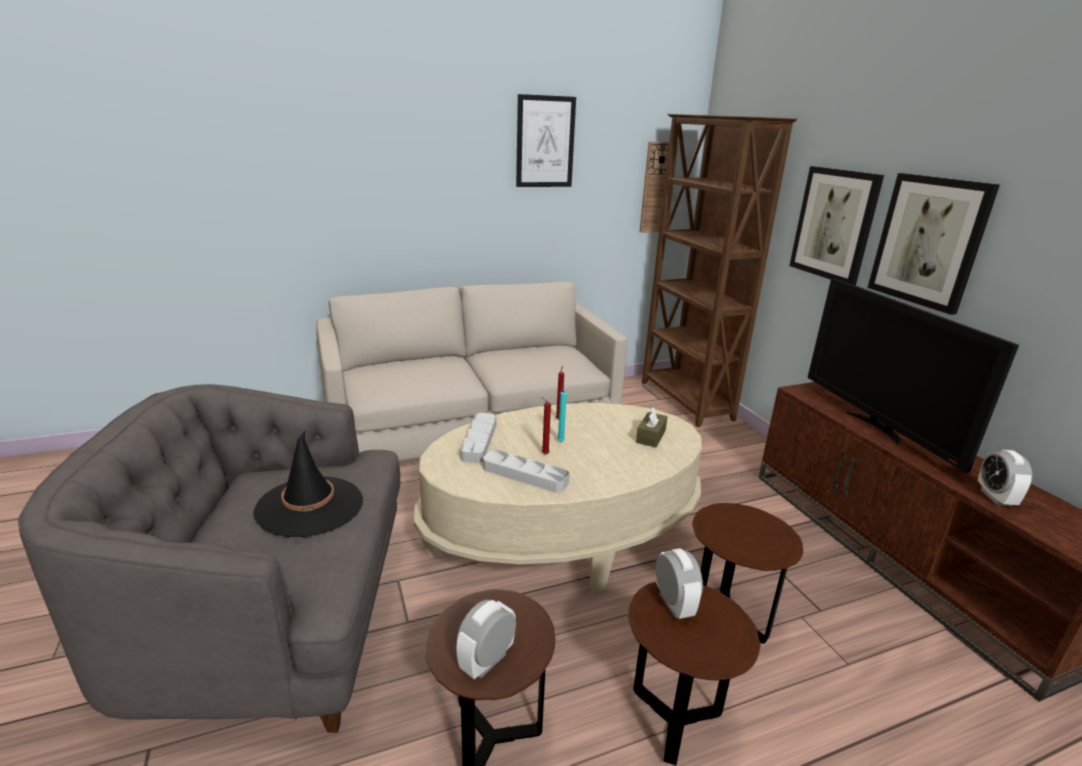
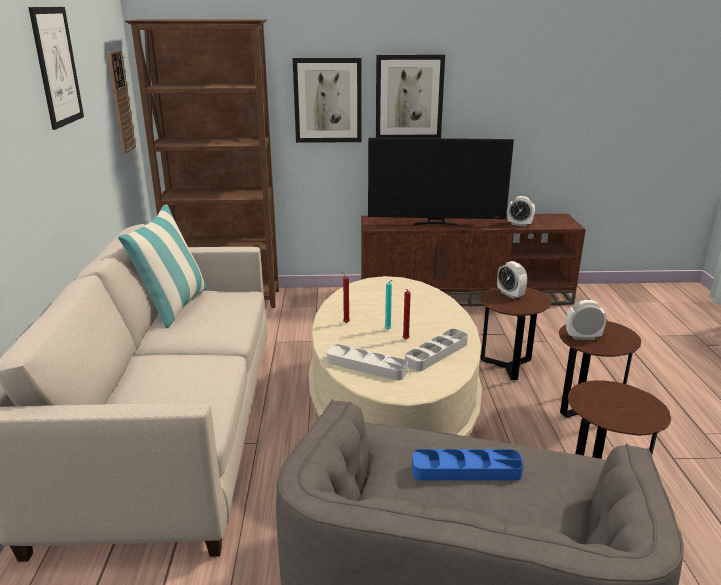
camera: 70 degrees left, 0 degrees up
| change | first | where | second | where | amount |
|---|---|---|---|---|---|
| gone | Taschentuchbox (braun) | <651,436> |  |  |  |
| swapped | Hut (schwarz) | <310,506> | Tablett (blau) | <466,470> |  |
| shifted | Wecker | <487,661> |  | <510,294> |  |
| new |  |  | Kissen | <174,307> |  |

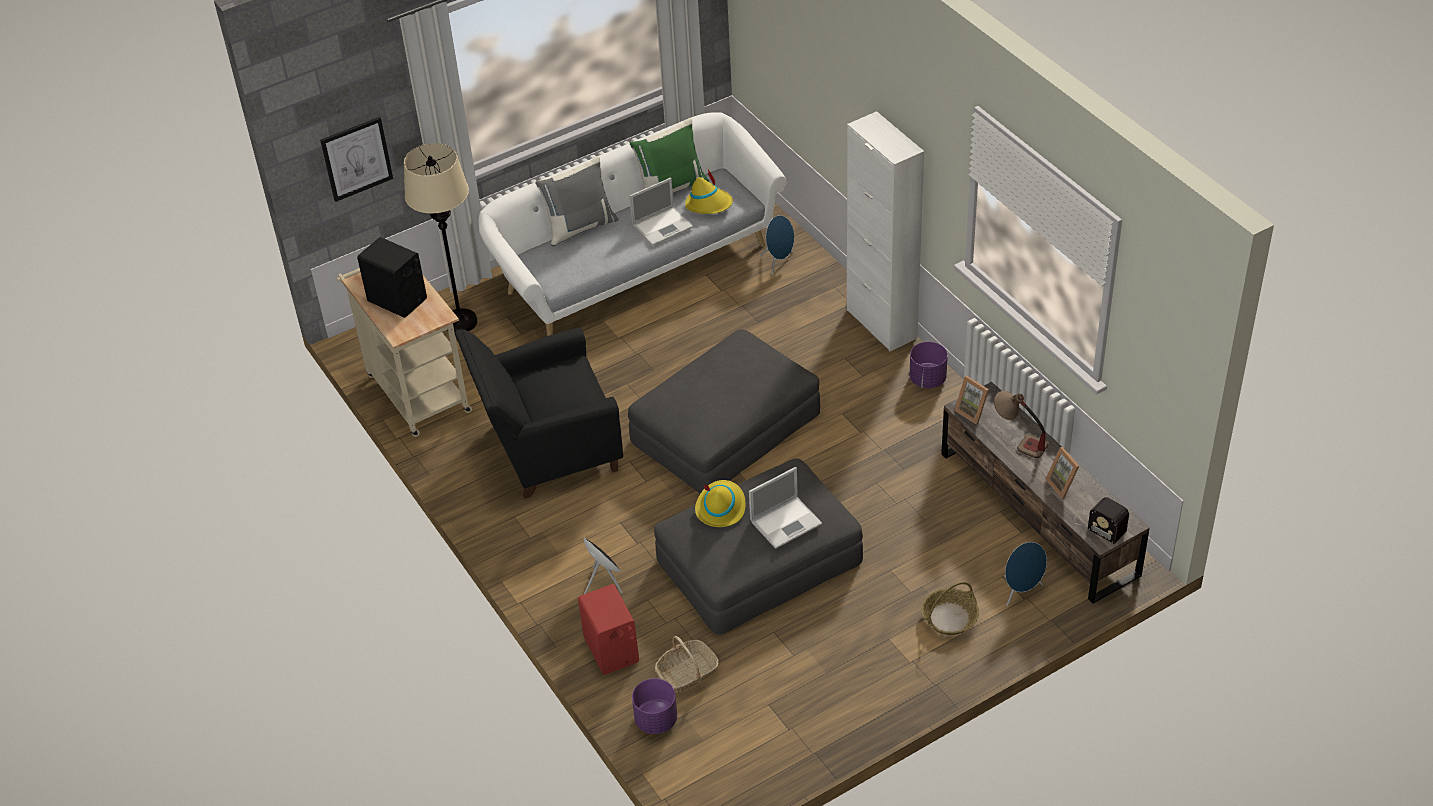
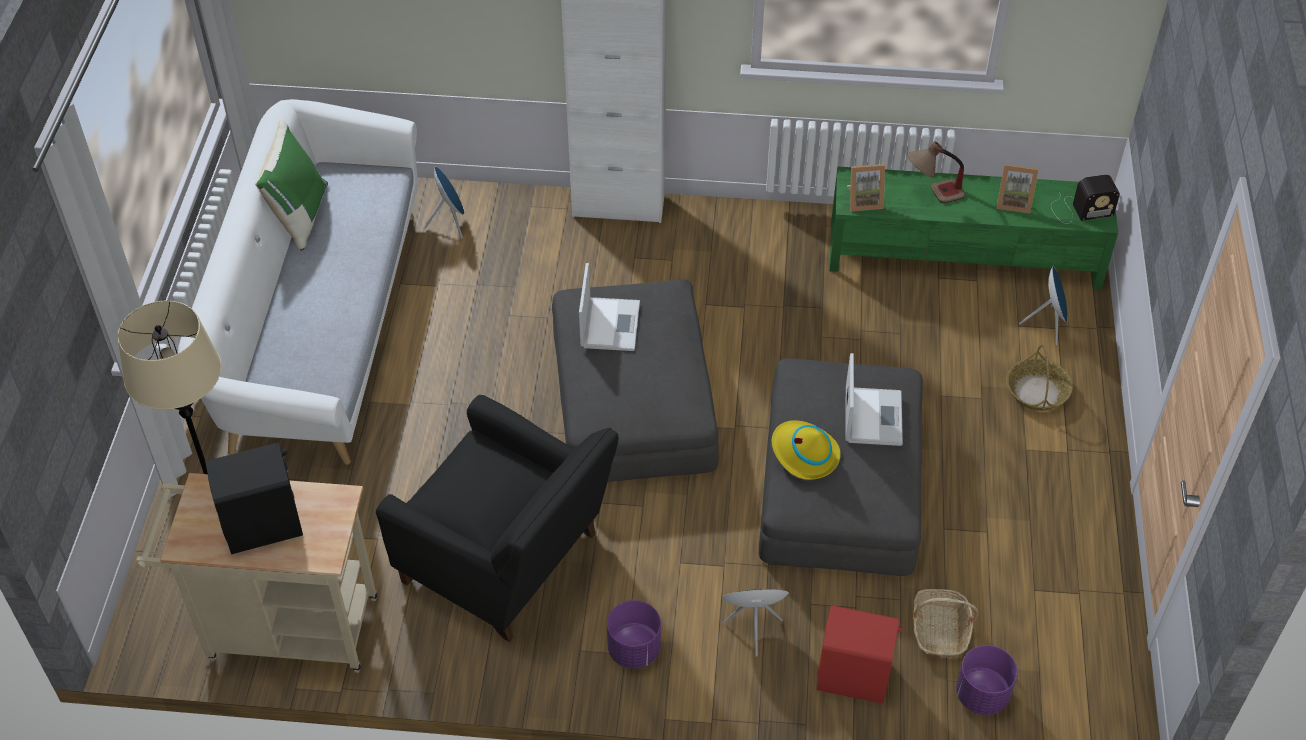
camera: 55 degrees left, 5 degrees up
| change | first | where | second | where | amount |
|---|---|---|---|---|---|
| gone | Bild | <356,158> |  |  |  |
| gone | Kissen (grau) | <579,227> |  |  |  |
| gone | Hut (gelb) | <709,204> |  |  |  |
| shifted | Laptop | <663,226> |  | <610,323> |  |
| rotated | Sessel (schwarz) | <547,449> |  | <509,562> | 75 degrees counterclockwise |
| shifted | Pflanzkübel (lila) | <928,379> |  | <634,649> |  |
| repainted | Fernsehschrank (braun) | <1038,514> | Fernsehschrank (grün) | <965,256> |  |

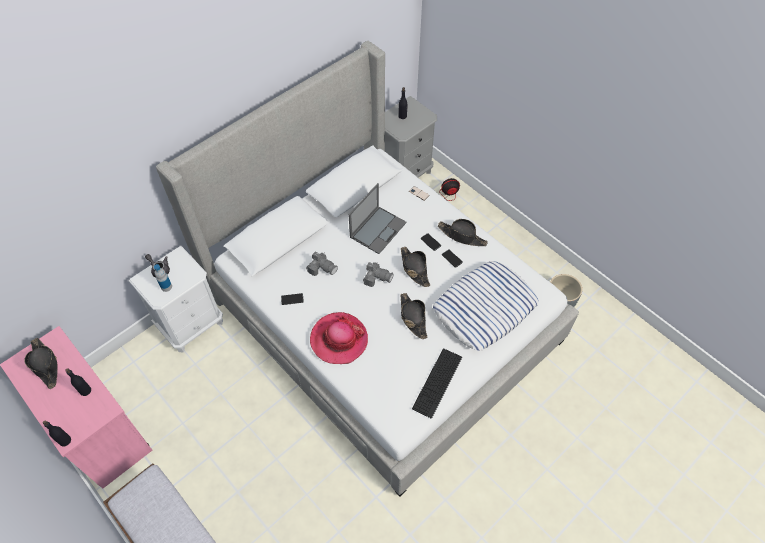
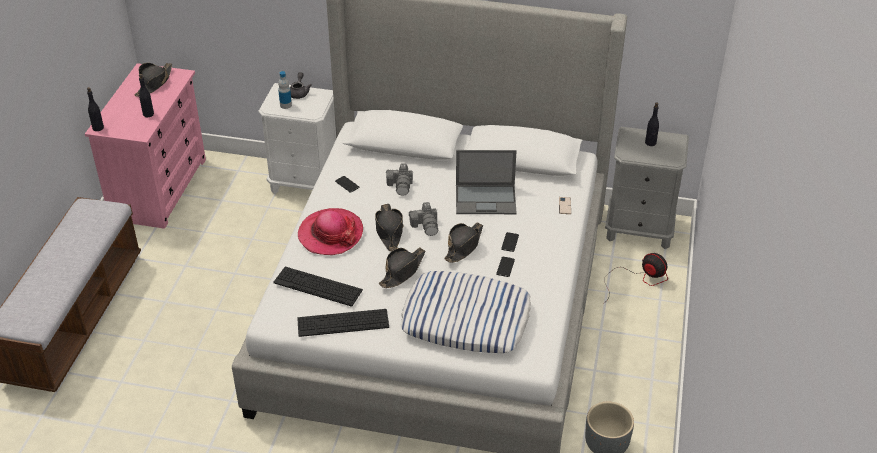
camera: 55 degrees right, 15 degrees down
| change | first | where | second | where | amount |
|---|---|---|---|---|---|
| shifted | Hut (schwarz) | <462,236> |  | <389,231> |  |
| new |  |  | Tastatur | <318,286> |  |

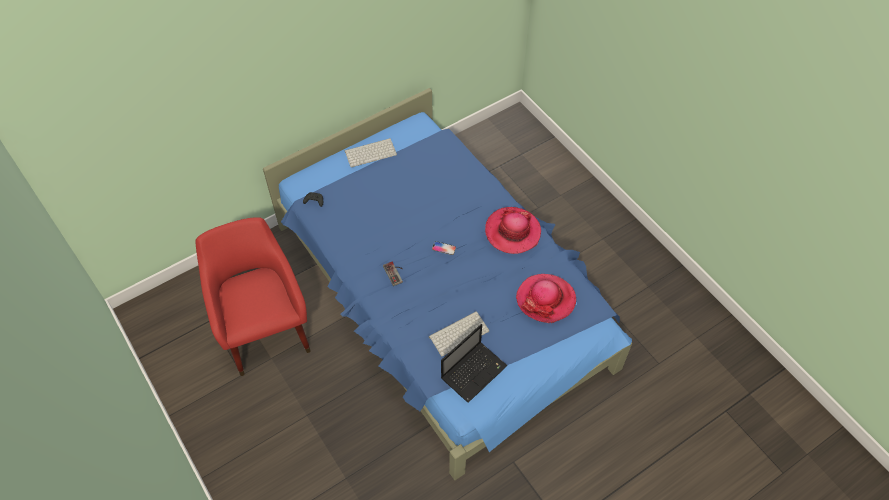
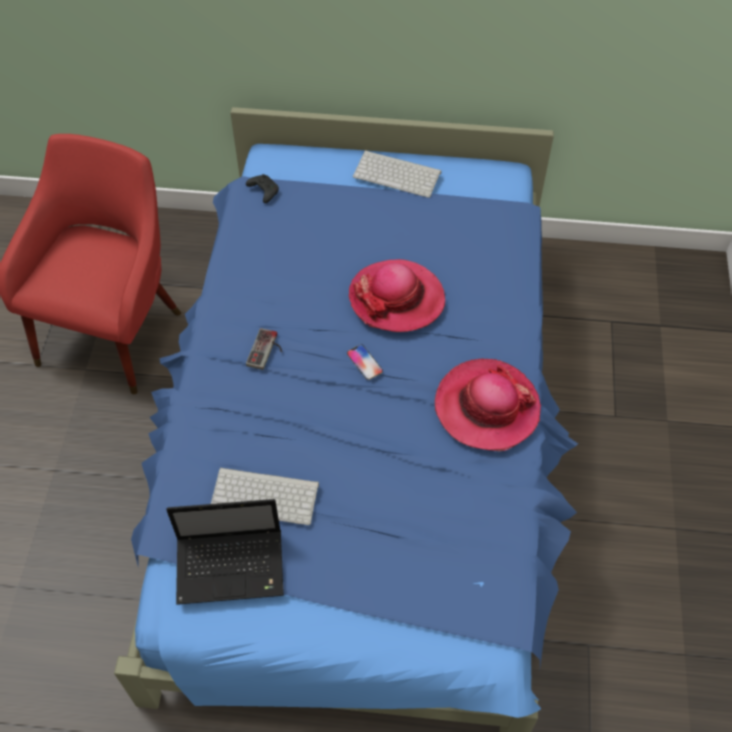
camera: 40 degrees right, 0 degrees up
| change | first | where | second | where | amount |
|---|---|---|---|---|---|
| shifted | Hut | <546,299> |  | <396,299> |  |

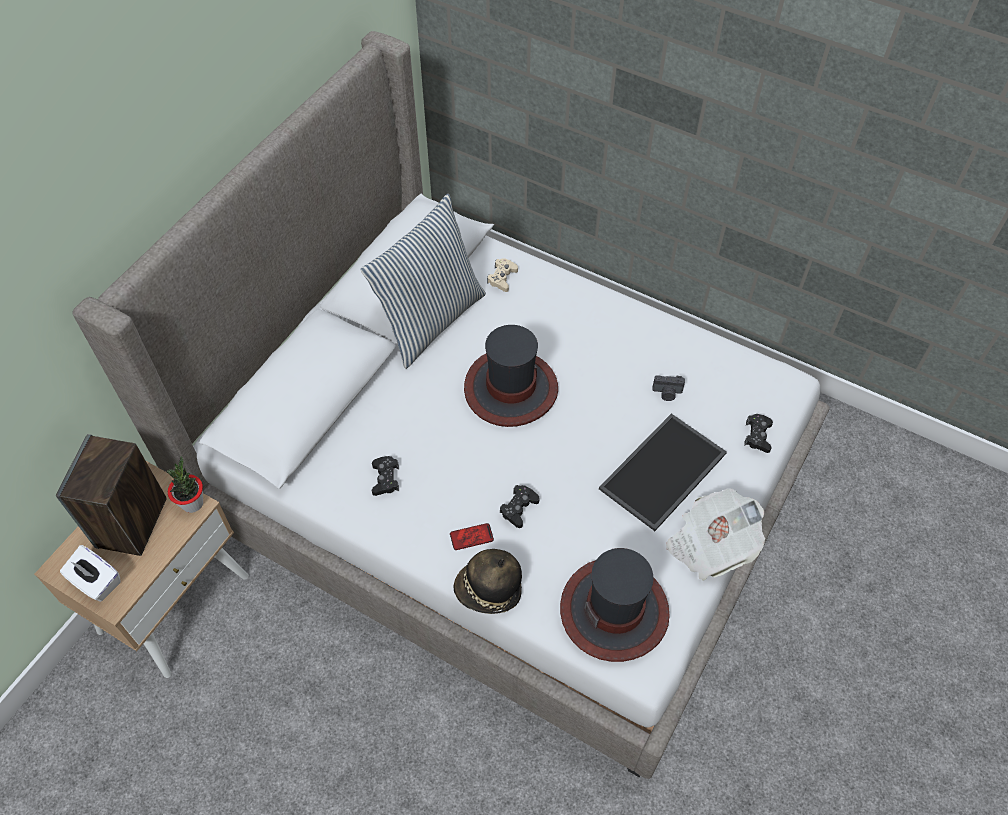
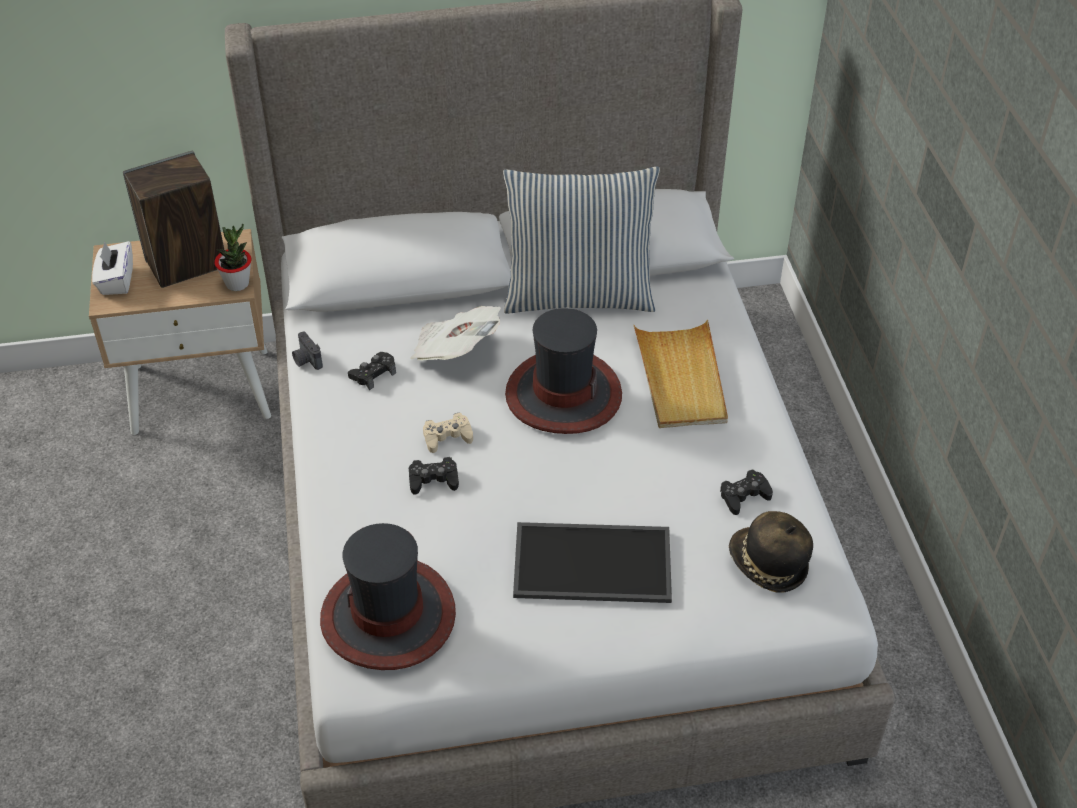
camera: 50 degrees right, 10 degrees down
| change | first | where | second | where | amount |
|---|---|---|---|---|---|
| shifted | Gamepad (beige) | <502,278> |  | <447,437> |  |
| shifted | Kamera | <667,393> |  | <306,360> |  |
| shifted | Gamepad (schwarz) | <757,436> |  | <744,496> |  |
| shifted | Zeitung | <711,544> |  | <455,351> |  |
| gone | Handy | <471,537> |  |  |  |
| shifted | Hut | <488,590> |  | <767,565> |  |
| new |  |  | Tablett (beige) | <681,378> |  |

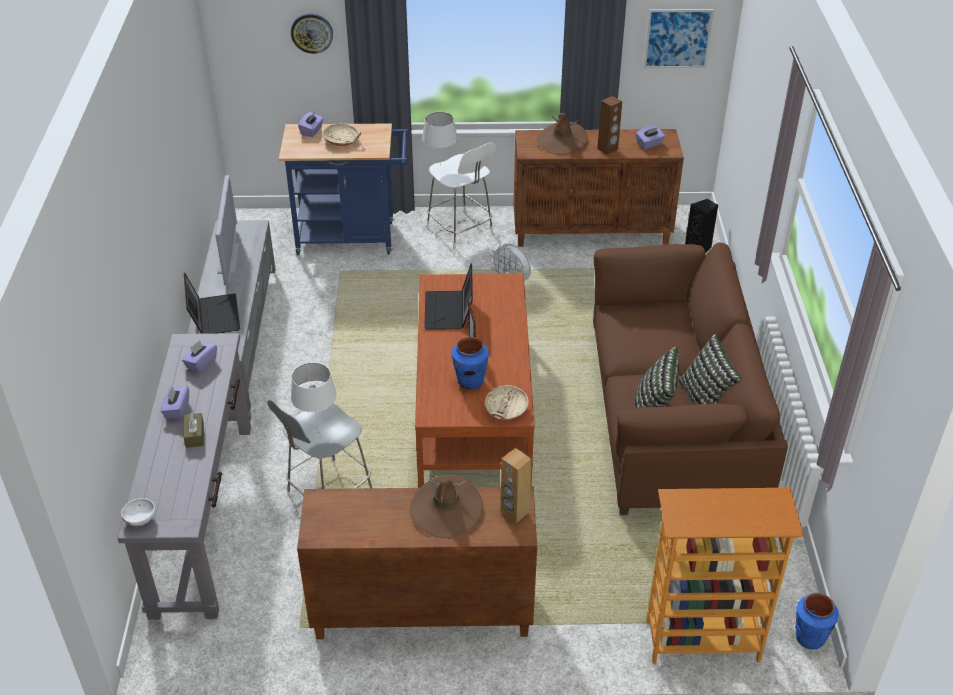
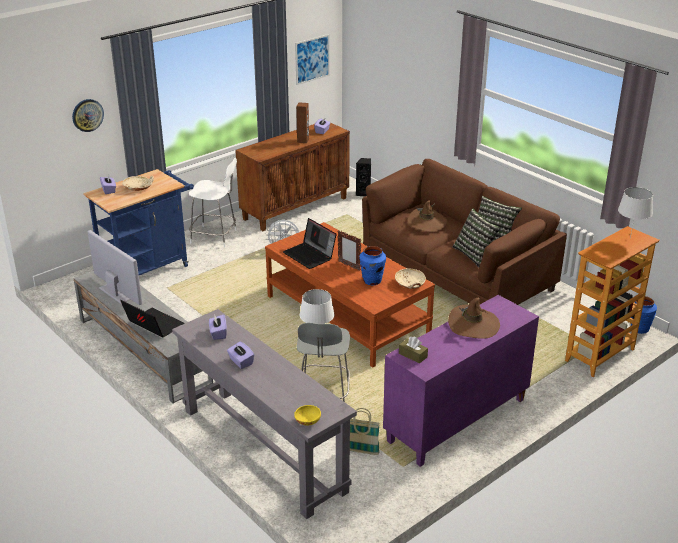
camera: 40 degrees left, 10 degrees down
| change | first | where | second | where | amount |
|---|---|---|---|---|---|
| shifted | Tischlampe (weiß) | <440,165> |  | <630,238> |  |
| shifted | Hut (braun) | <561,141> |  | <427,222> |  |
| shifted | Taschentuchbox (braun) | <194,435> |  | <413,355> |  |
| gone | Lautsprecher (braun) | <514,512> |  |  |  |
| repainted | Schrank (braun) | <421,612> | Schrank (lila) | <457,421> |  |
| repainted | Schüssel (weiß) | <140,519> | Schüssel (gelb) | <307,422> |  |
| new |  |  | Korb | <362,451> |  |

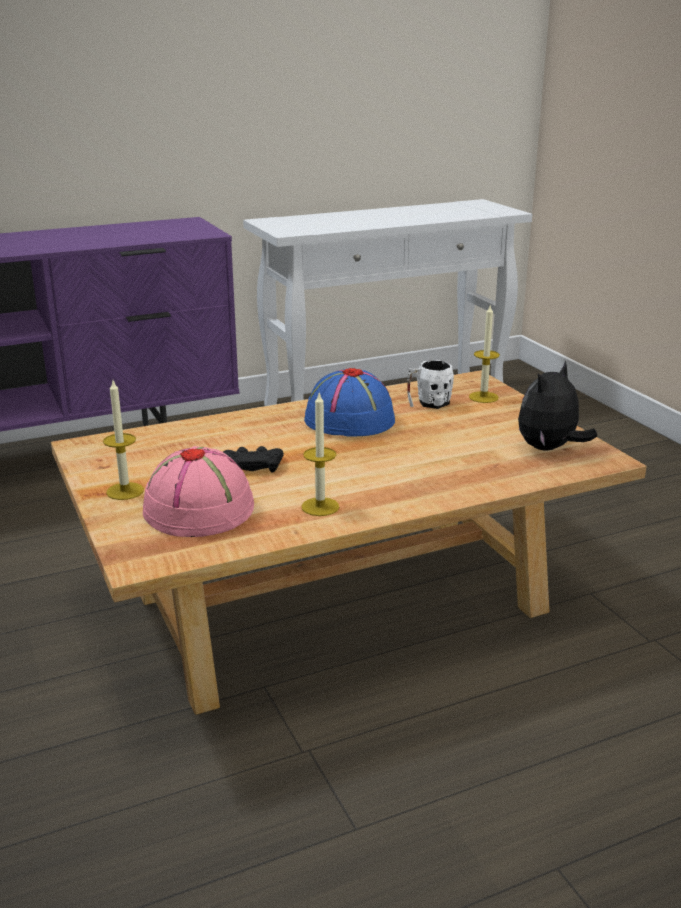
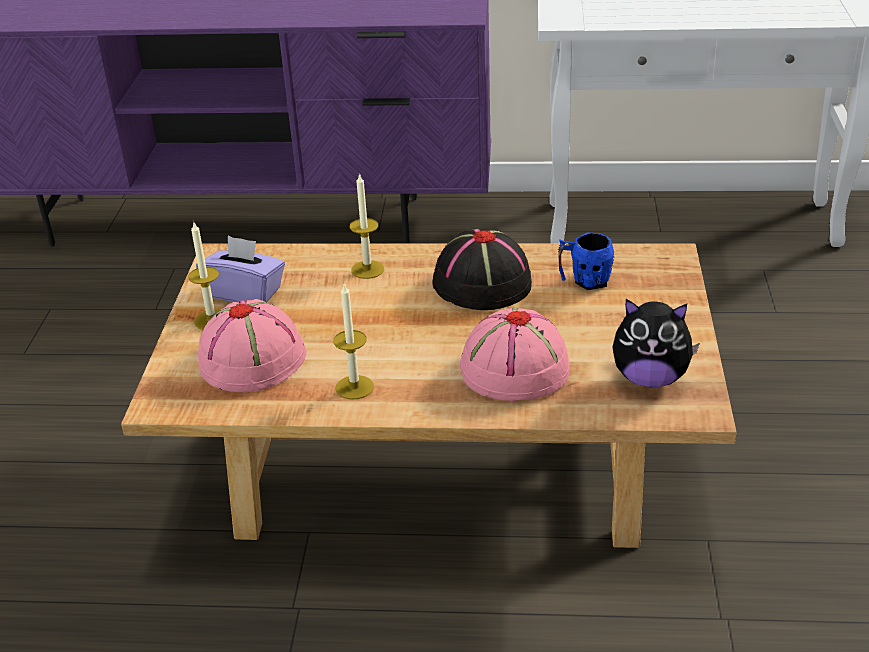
camera: 30 degrees right, 10 degrees up
| change | first | where | second | where | amount |
|---|---|---|---|---|---|
| shifted | Kerze | <483,397> |  | <367,269> |  |
| repainted | Henkelbecher (weiß) | <428,404> | Henkelbecher (blau) | <585,280> |  |
| rotated | Plüschtier | <549,449> |  | <650,378> | 150 degrees counterclockwise |
| repainted | Hut (blau) | <348,420> | Hut (schwarz) | <481,283> |  |
| gone | Gamepad (schwarz) | <252,465> |  |  |  |
| new |  |  | Taschentuchbox (lila) | <245,292> |  |
| new |  |  | Hut (rosa) | <514,369> |  |

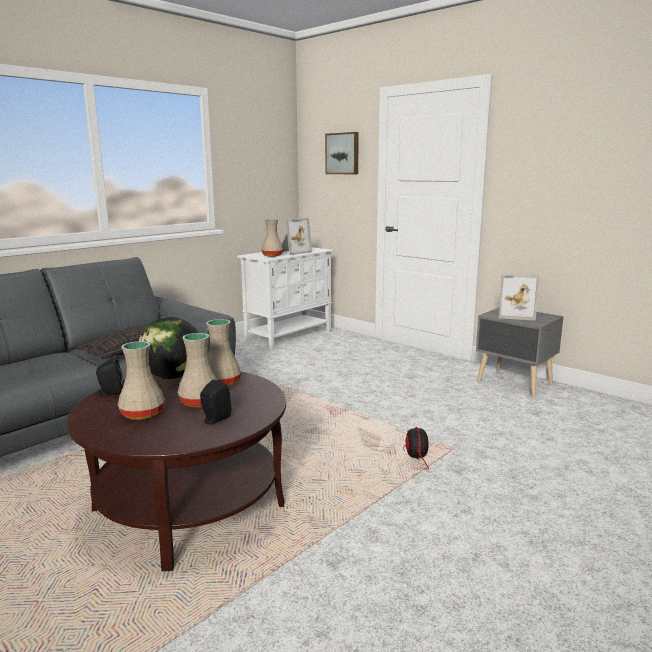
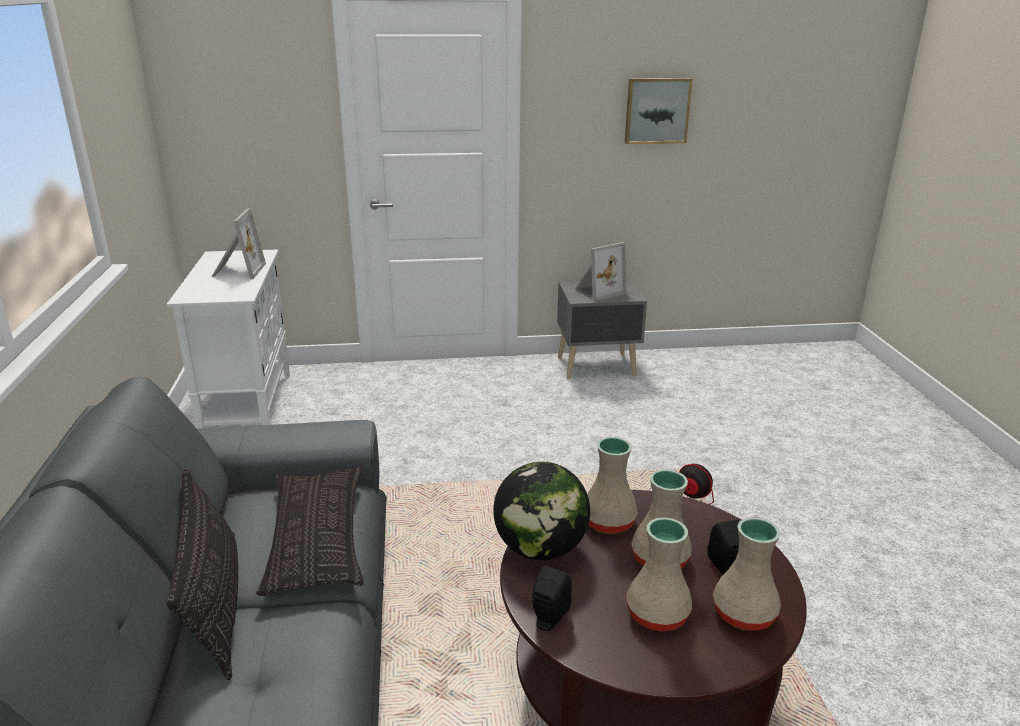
camera: 50 degrees left, 10 degrees up
| change | first | where | second | where | amount |
|---|---|---|---|---|---|
| shifted | Bild | <343,153> |  | <657,110> |  |
| shifted | Vase (beige) | <272,255> |  | <742,613> |  |
| new |  |  | Kissen | <215,602> |  |

